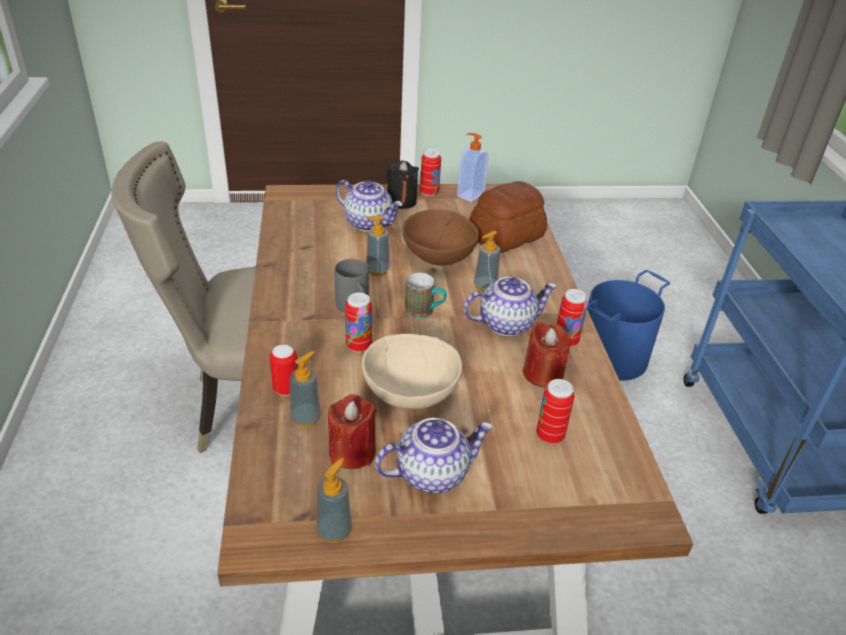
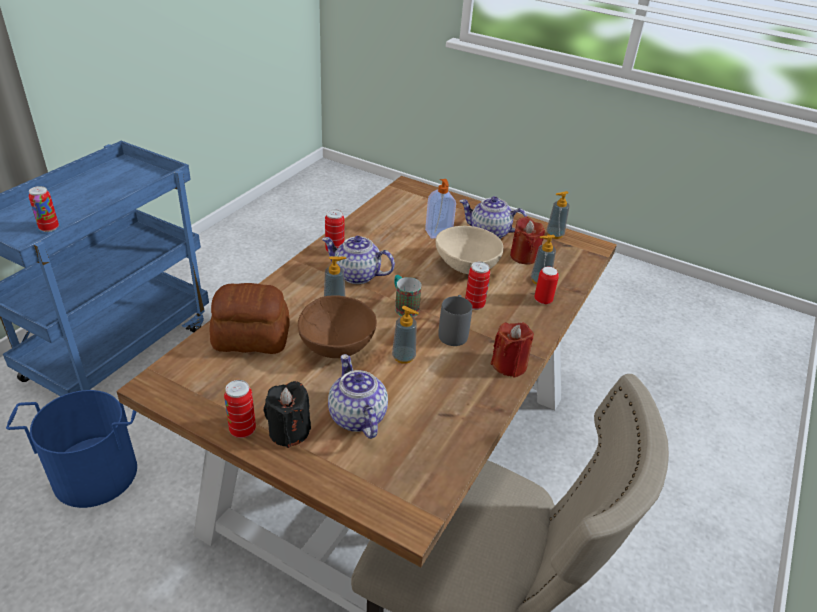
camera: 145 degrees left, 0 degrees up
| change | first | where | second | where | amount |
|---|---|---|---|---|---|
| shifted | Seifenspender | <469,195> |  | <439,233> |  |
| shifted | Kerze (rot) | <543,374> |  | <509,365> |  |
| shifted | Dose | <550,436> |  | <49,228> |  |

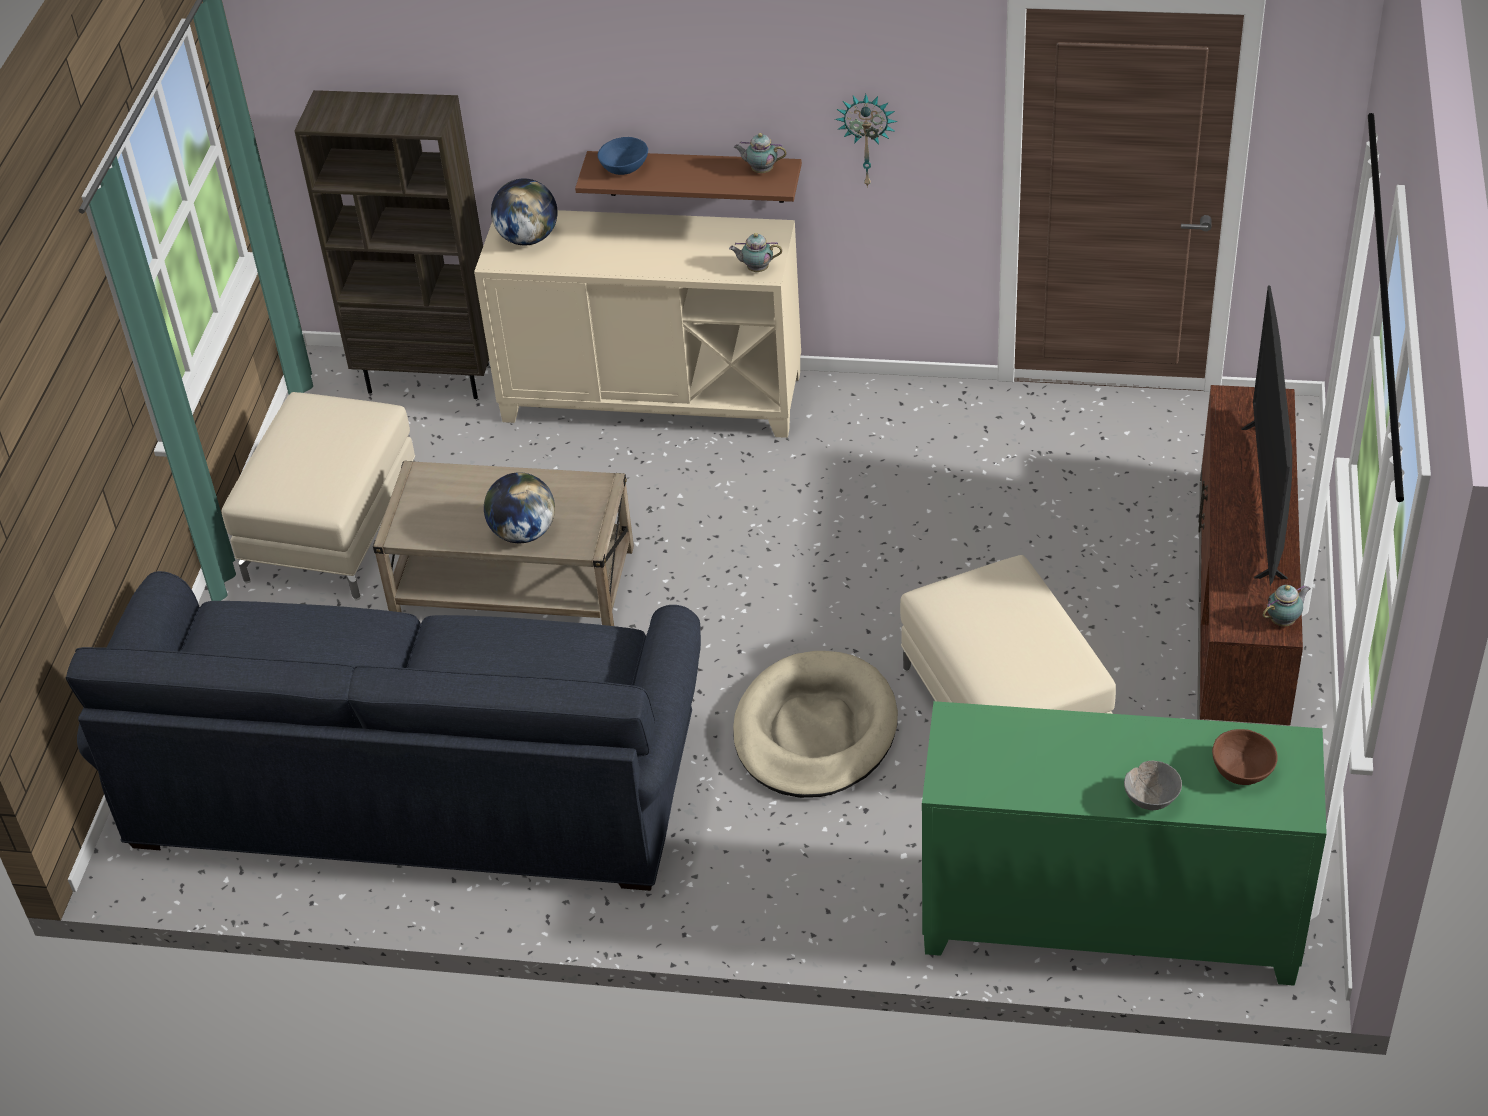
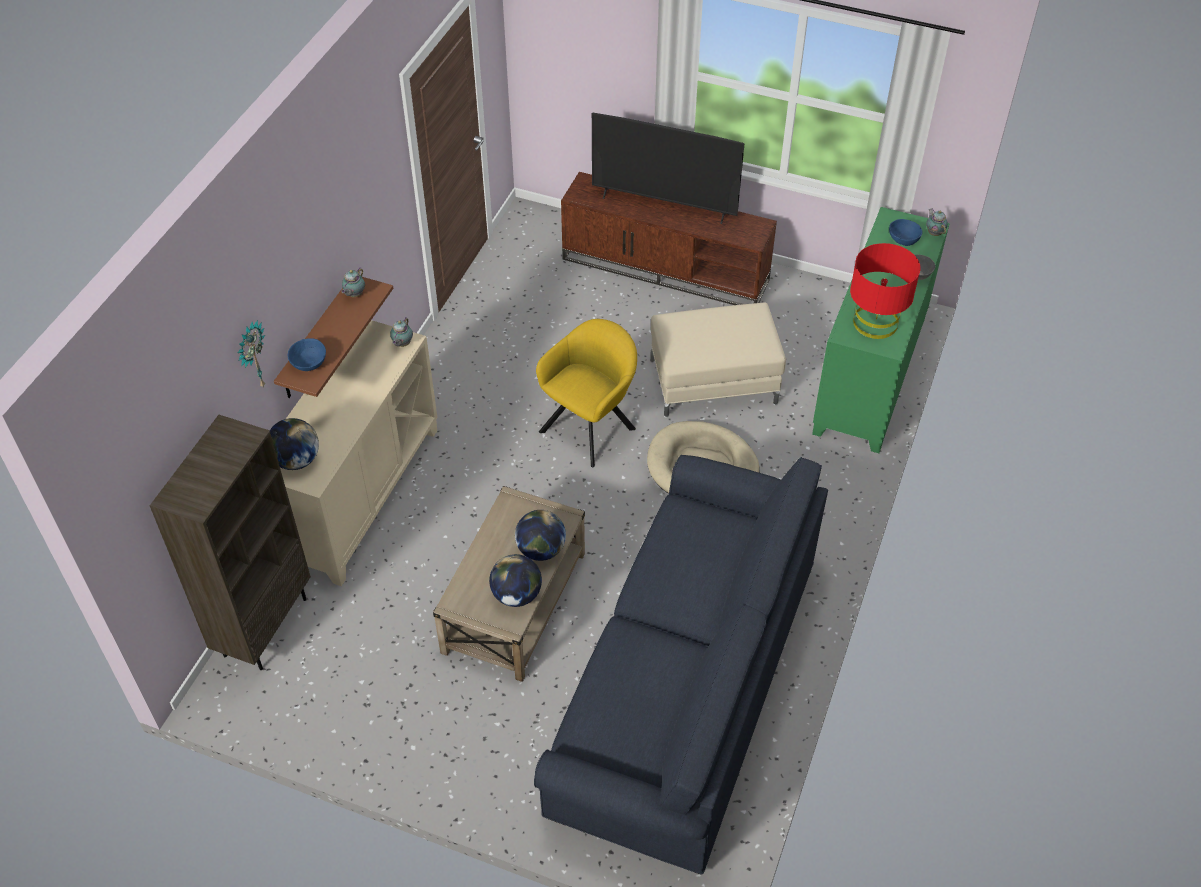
camera: 80 degrees left, 5 degrees up
| change | first | where | second | where | amount |
|---|---|---|---|---|---|
| shifted | Wanduhr | <867,138> |  | <251,356> |  |
| gone | Polsterhocker (beige) | <334,530> |  |  |  |
| shifted | Teekanne | <1284,621> |  | <934,233> |  |
| repainted | Schüssel (braun) | <1241,770> | Schüssel (blau) | <903,240> |  |
| new |  |  | Tischlampe (rot) | <875,322> |  |
| new |  |  | Sessel (gelb) | <591,427> |  |
| new |  |  | Globus | <516,595> |  |

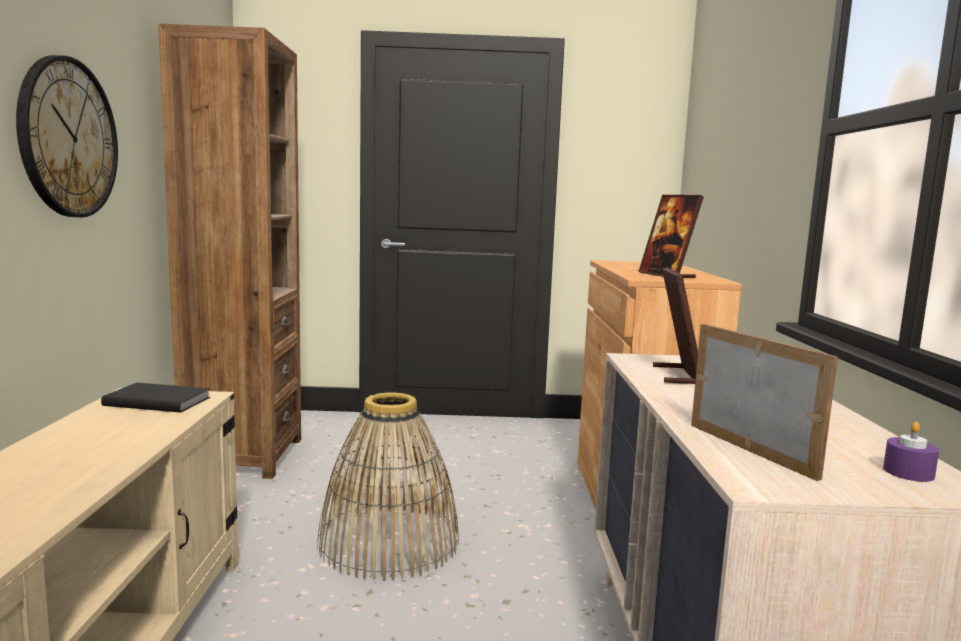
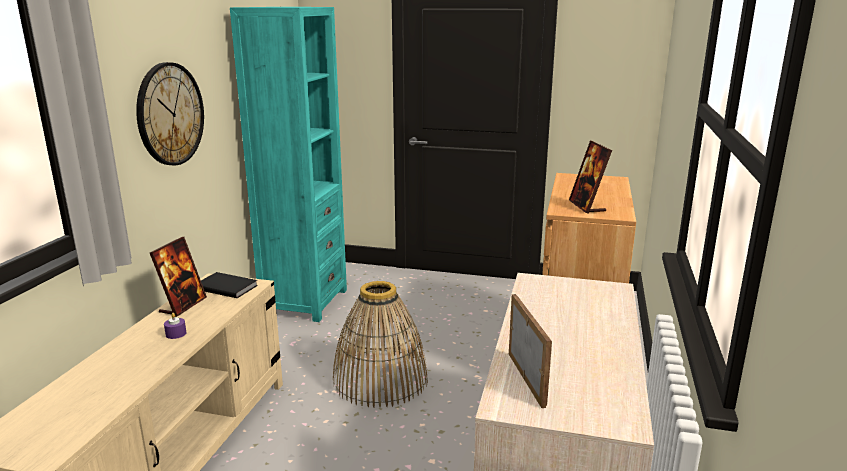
camera: 15 degrees right, 10 degrees up
| change | first | where | second | where | amount |
|---|---|---|---|---|---|
| repainted | Bücherregal (braun) | <243,456> | Bücherregal (türkis) | <304,302> |  |
| shifted | Bilderrahmen | <676,375> |  | <183,305> |  |
| shifted | Kerze (lila) | <908,472> |  | <176,334> |  |

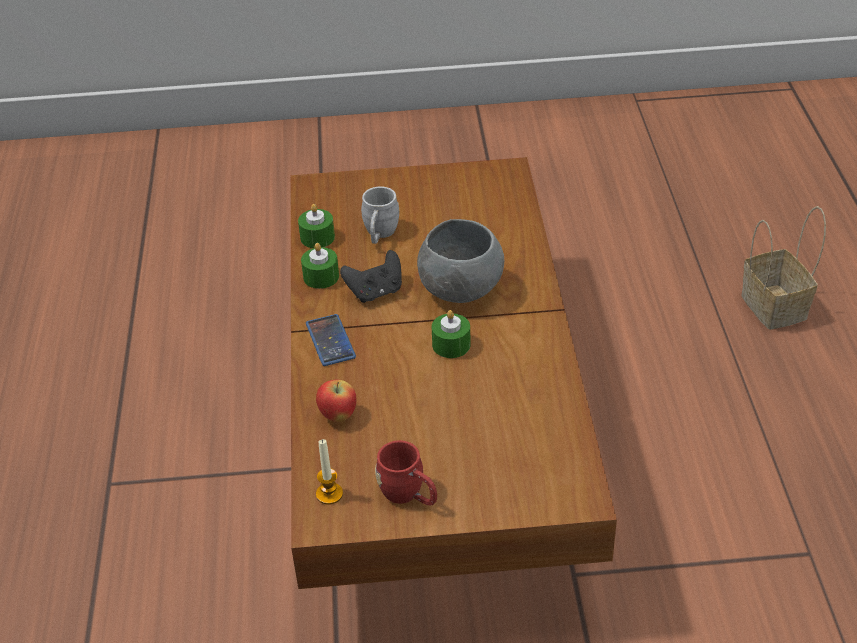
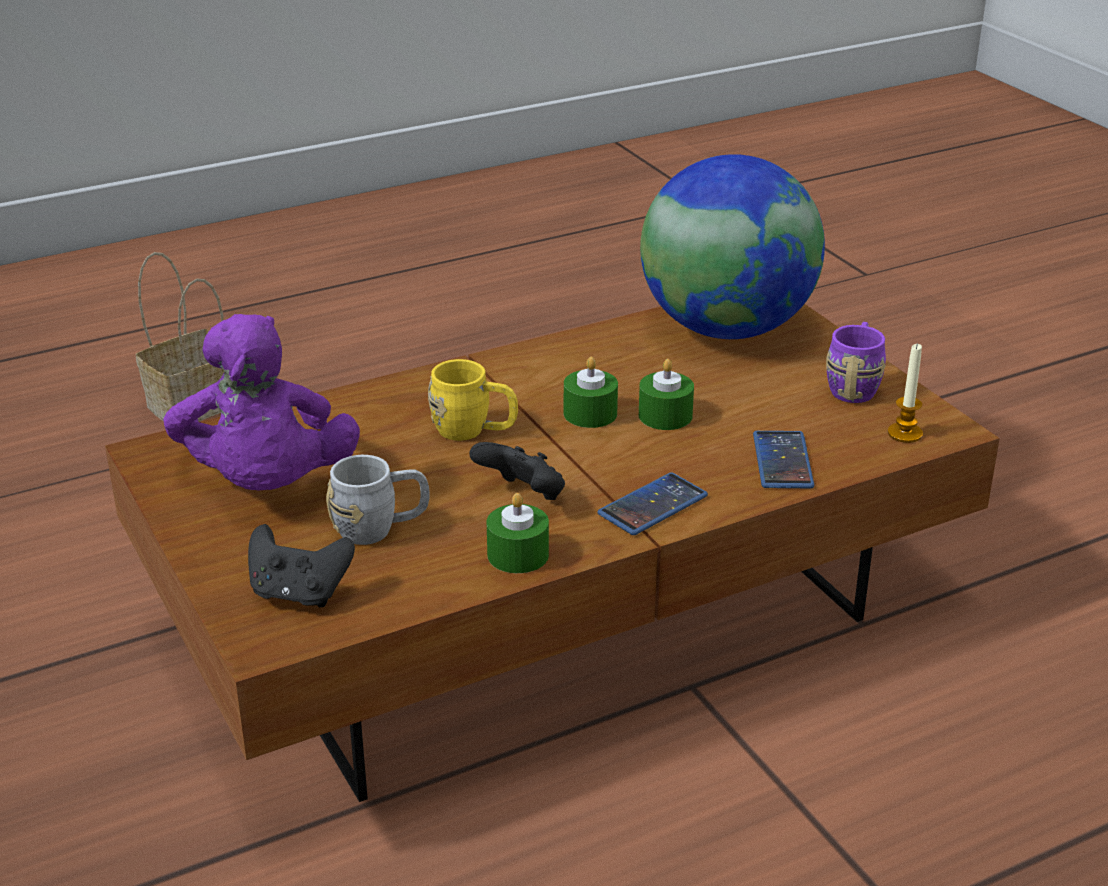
camera: 115 degrees left, 10 degrees down
| change | first | where | second | where | amount |
|---|---|---|---|---|---|
| shifted | Kerze (grün) | <317,237> |  | <665,415> |  |
| swapped | Schüssel (grau) | <460,289> | Henkelbecher (gelb) | <473,431> |  |
| swapped | Apfel | <338,415> | Handy | <782,461> |  |
| repainted | Henkelbecher (rot) | <409,495> | Henkelbecher (lila) | <854,385> |  |
| new |  |  | Globus | <726,328> |  |
| new |  |  | Plüschtier (lila) | <266,485> |  |
| new |  |  | Gamepad (schwarz) | <299,593> |  |

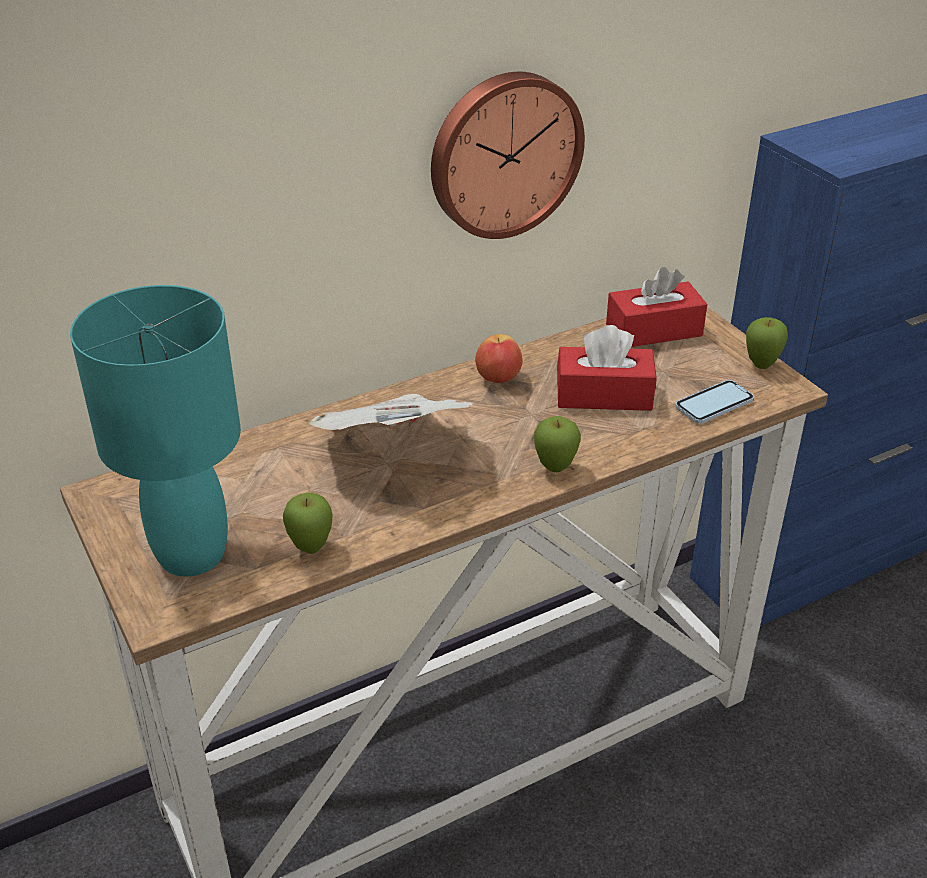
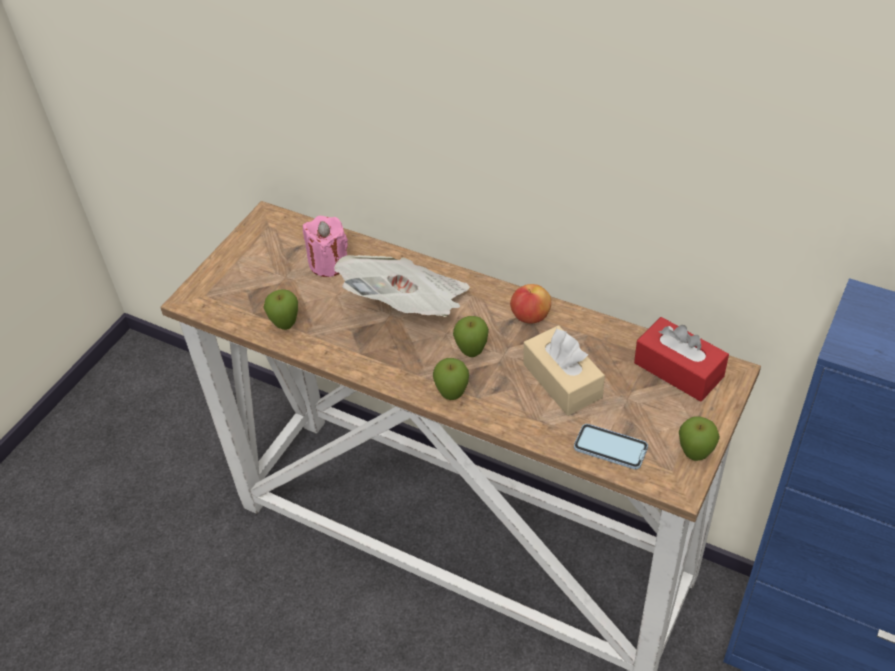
camera: 60 degrees right, 10 degrees up
| change | first | where | second | where | amount |
|---|---|---|---|---|---|
| gone | Wanduhr | <503,153> |  |  |  |
| gone | Tischlampe (türkis) | <193,554> |  |  |  |
| repainted | Taschentuchbox (rot) | <604,395> | Taschentuchbox (beige) | <562,381> |  |
| new |  |  | Kerze (rosa) | <329,263> |  |
| new |  |  | Apfel | <472,353> |  |

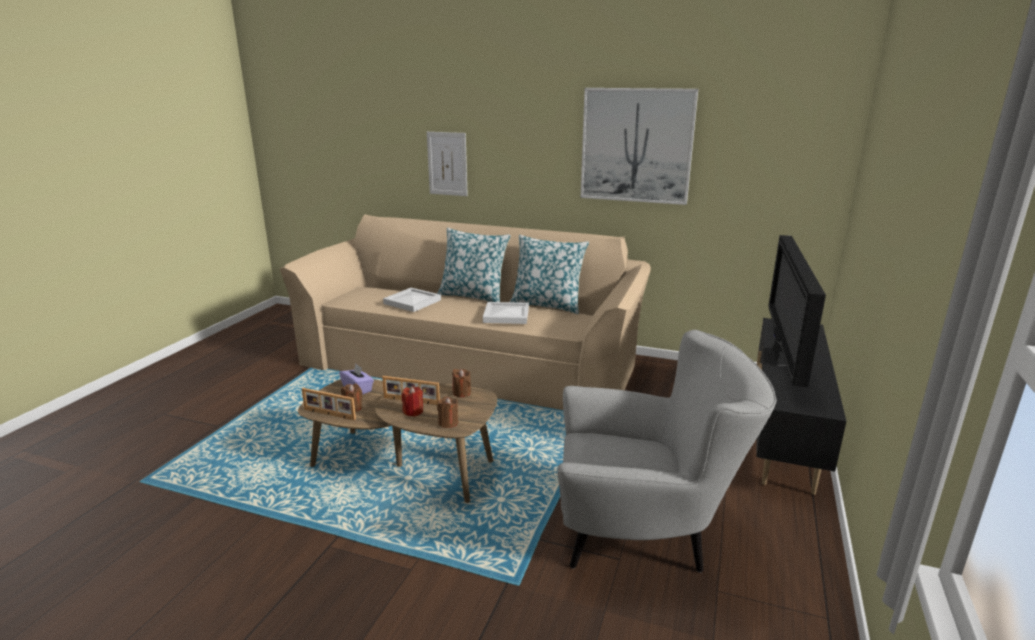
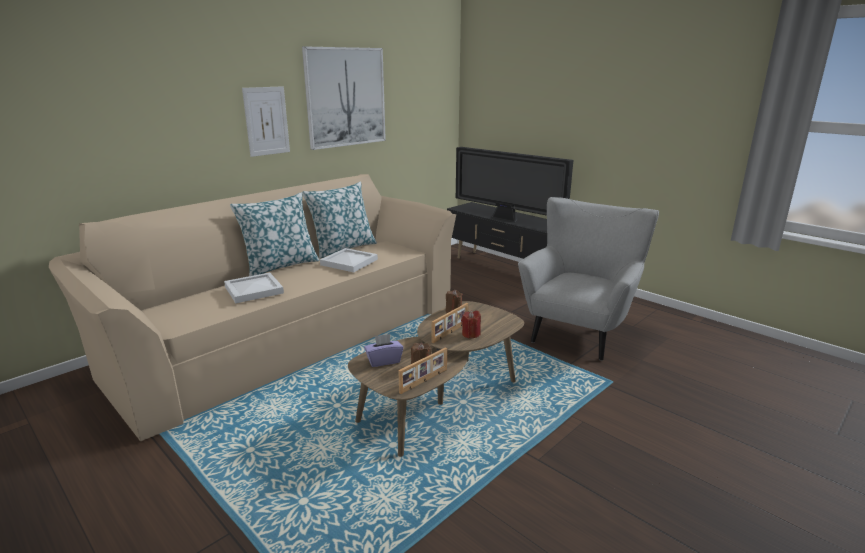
camera: 65 degrees left, 0 degrees up
| change | first | where | second | where | amount |
|---|---|---|---|---|---|
| shifted | Bild | <447,164> |  | <266,121> |  |
| gone | Kerze (braun) | <448,423> |  |  |  |

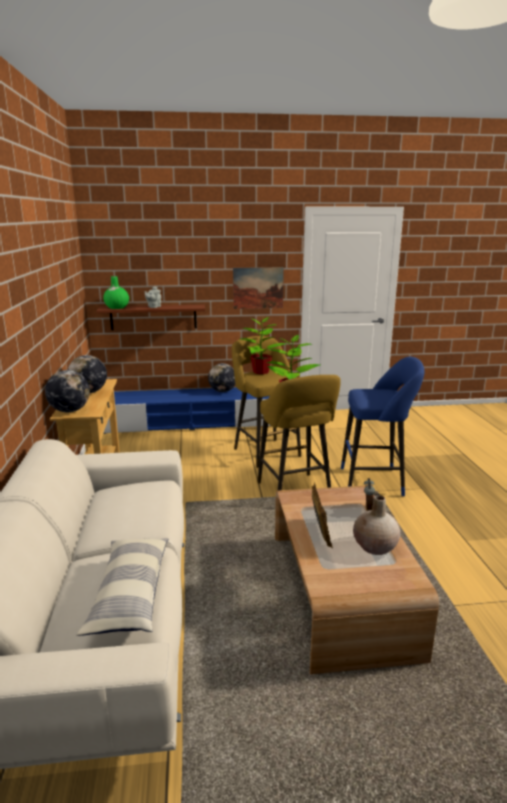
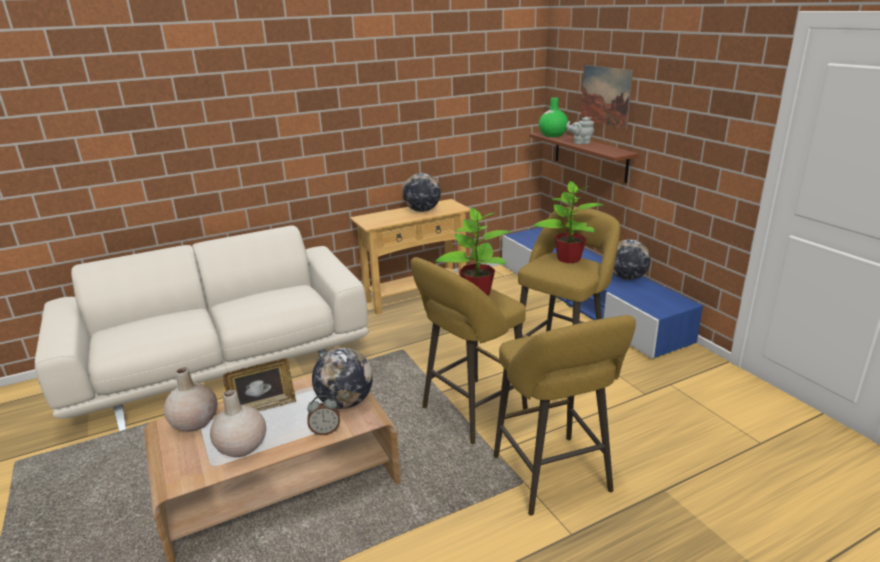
camera: 70 degrees right, 5 degrees up
| change | first | where | second | where | amount |
|---|---|---|---|---|---|
| shifted | Bild | <258,288> |  | <605,96> |  |
| repainted | Hocker (blau) | <375,481> | Hocker (gelb) | <554,478> |  |
| shifted | Globus | <70,411> |  | <345,402> |  |
| gone | Kissen | <130,594> |  |  |  |
| new |  |  | Vase (beige) | <194,422> |  |

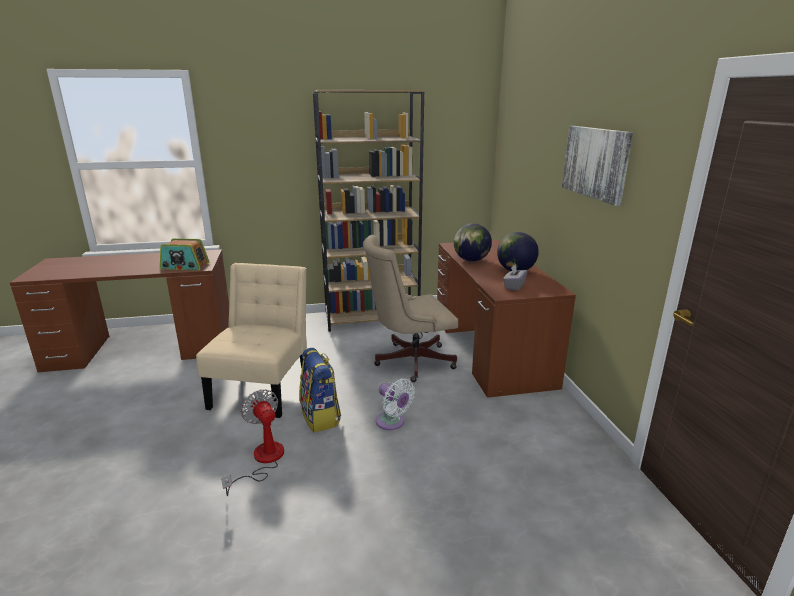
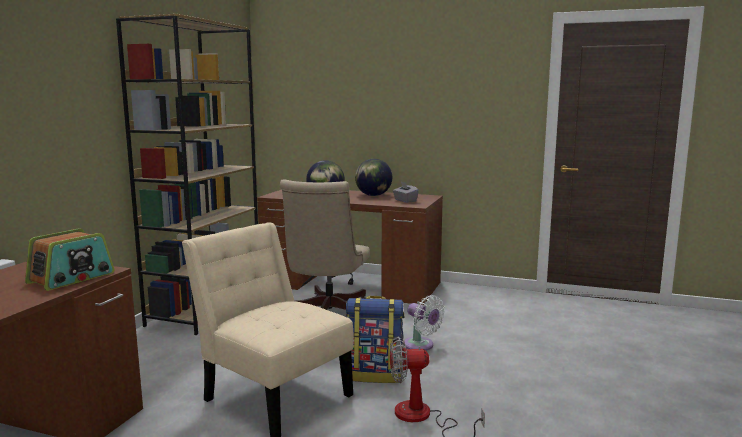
camera: 60 degrees left, 10 degrees down
| change | first | where | second | where | amount |
|---|---|---|---|---|---|
| gone | Bild | <596,162> |  |  |  |
| rotated | Ventilator (weiß) | <392,423> |  | <421,346> | 60 degrees clockwise |

